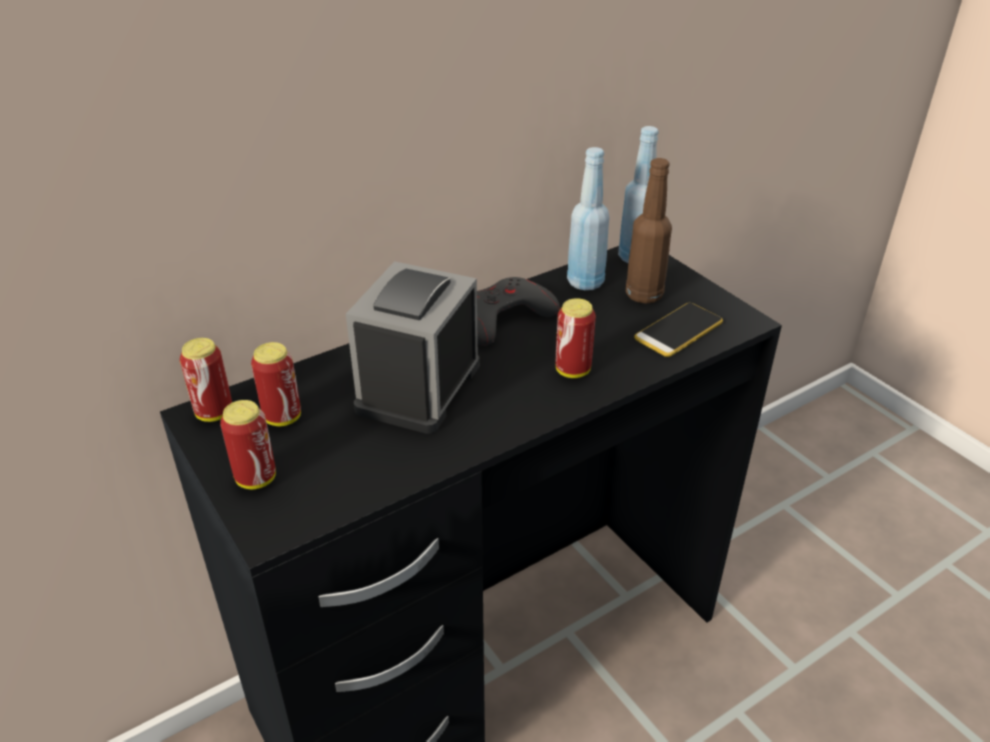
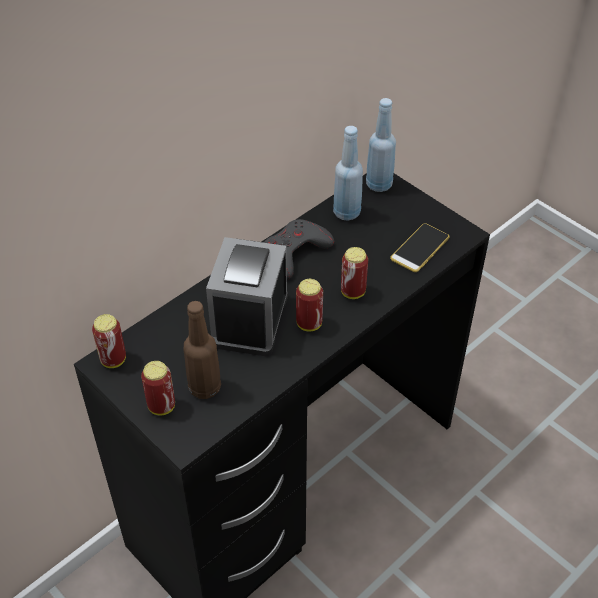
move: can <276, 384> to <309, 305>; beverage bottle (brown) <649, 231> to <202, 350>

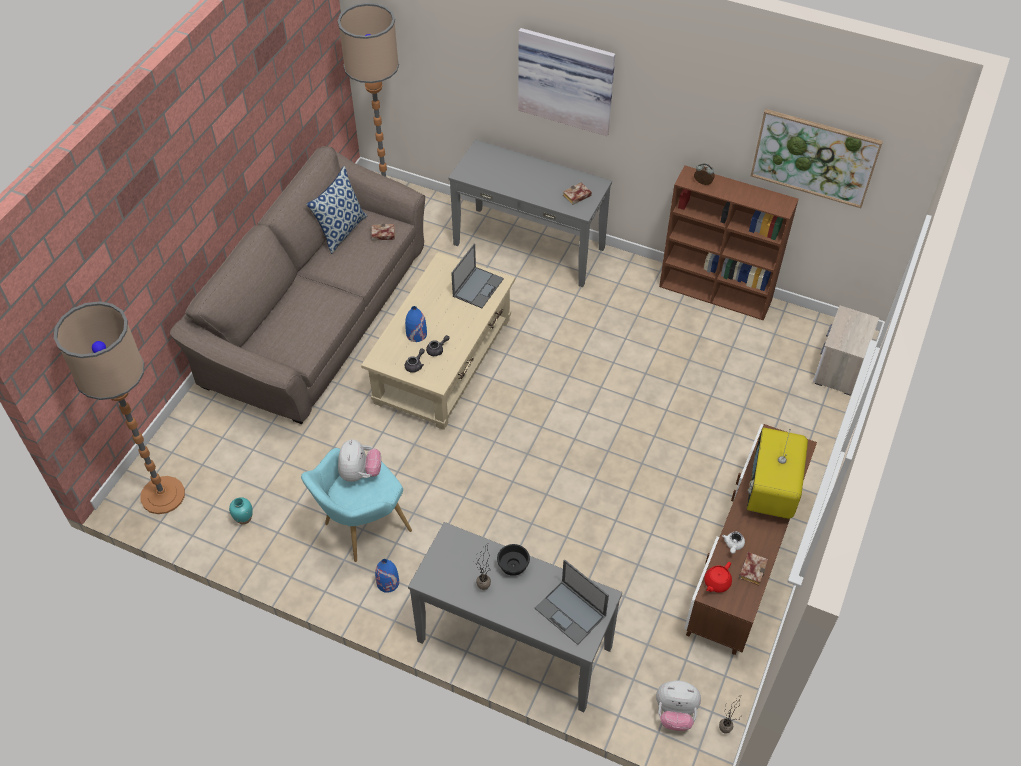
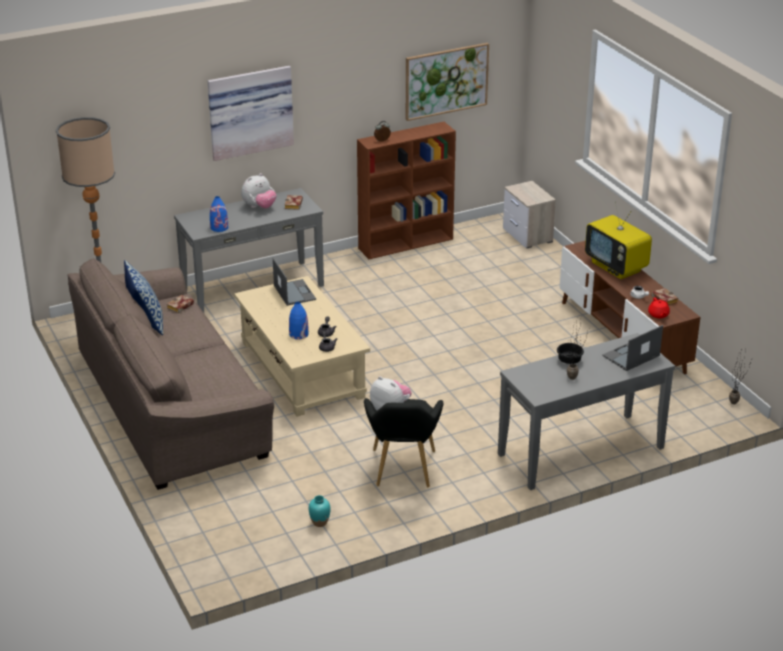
delete: standard lamp <119, 407>
move: vase (bluish) <387, 576> to <219, 214>; soft toy <678, 705> to <258, 191>
recolor: armchair (turquoise-coloured) <356, 505> to armchair (blackish) <403, 442>
rotate: portable computer <572, 602> = <632, 348> 150 degrees clockwise

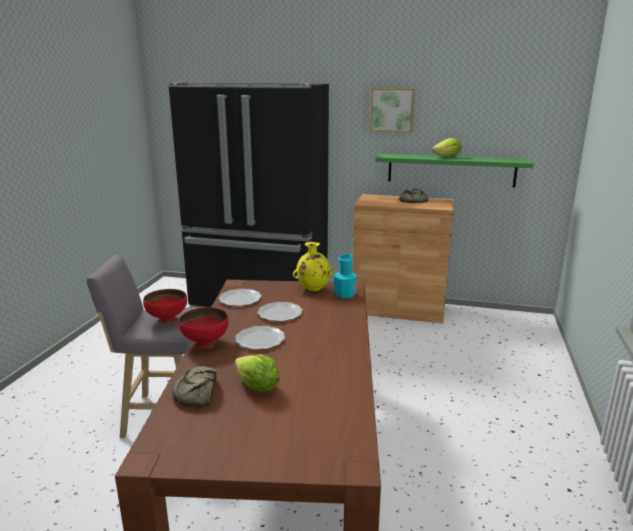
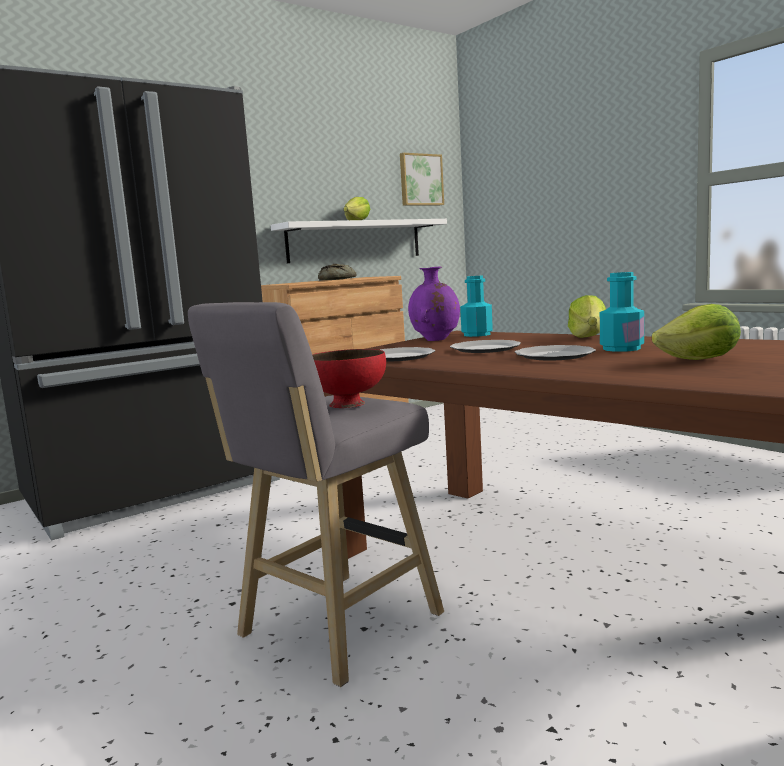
delete: bread <194, 386>; deep dish (red) <204, 328>
insert: lettuce head <587, 316>; beverage bottle (turquoise-coloured) <622, 312>
move: wall art <392, 110> to <422, 179>
recolor: vase (yellow) <313, 266> to vase (purplish) <434, 304>; wall shelf (greenish) <454, 171> to wall shelf (white) <359, 241>

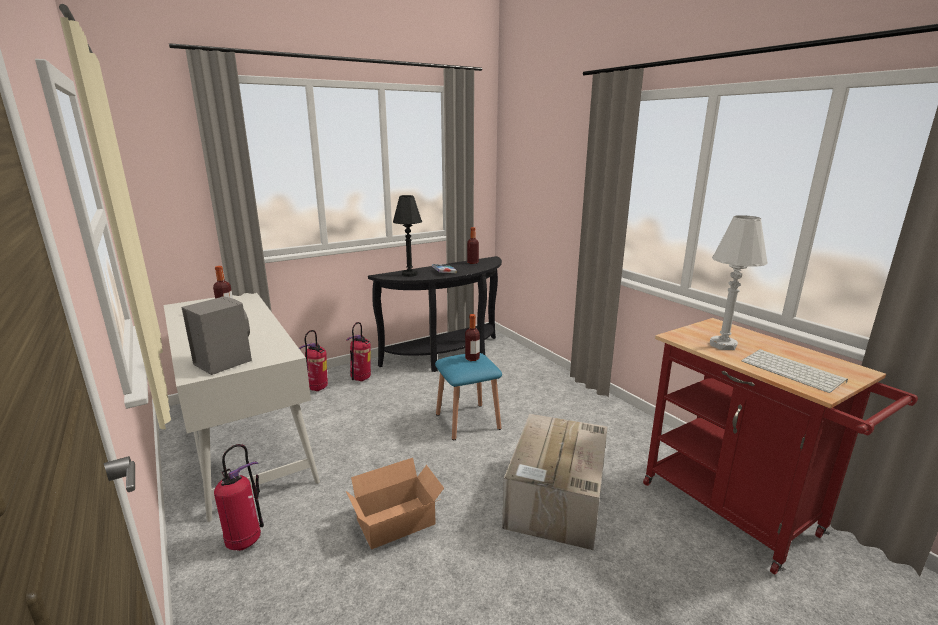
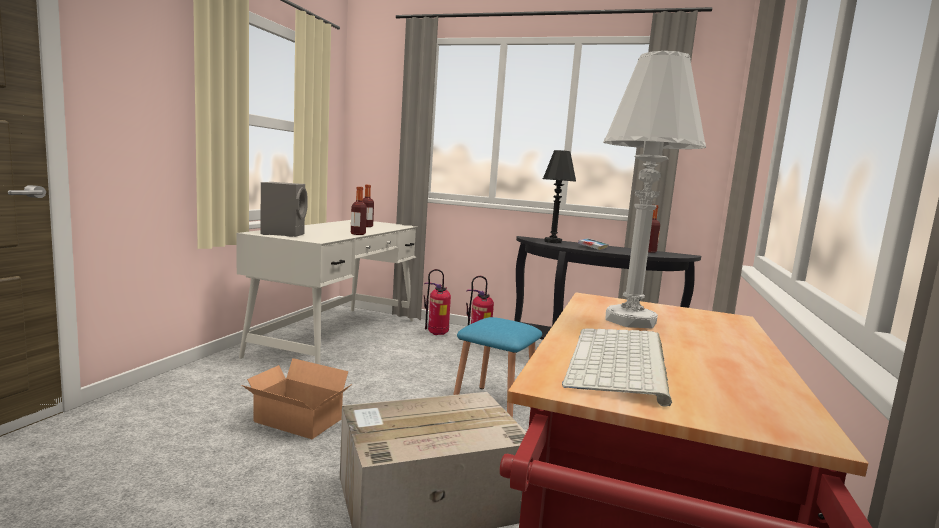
delete: fire extinguisher <239, 497>
move: beverage bottle <472, 337> to <359, 211>

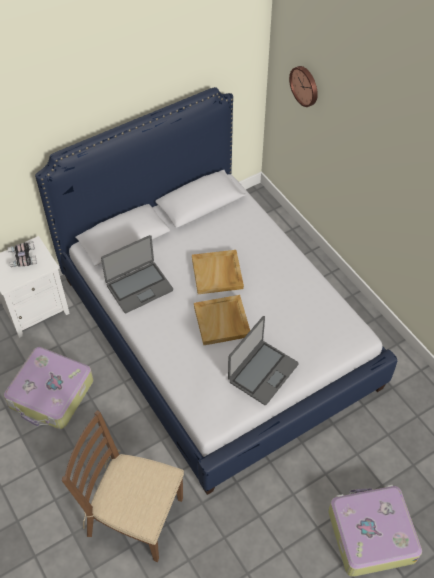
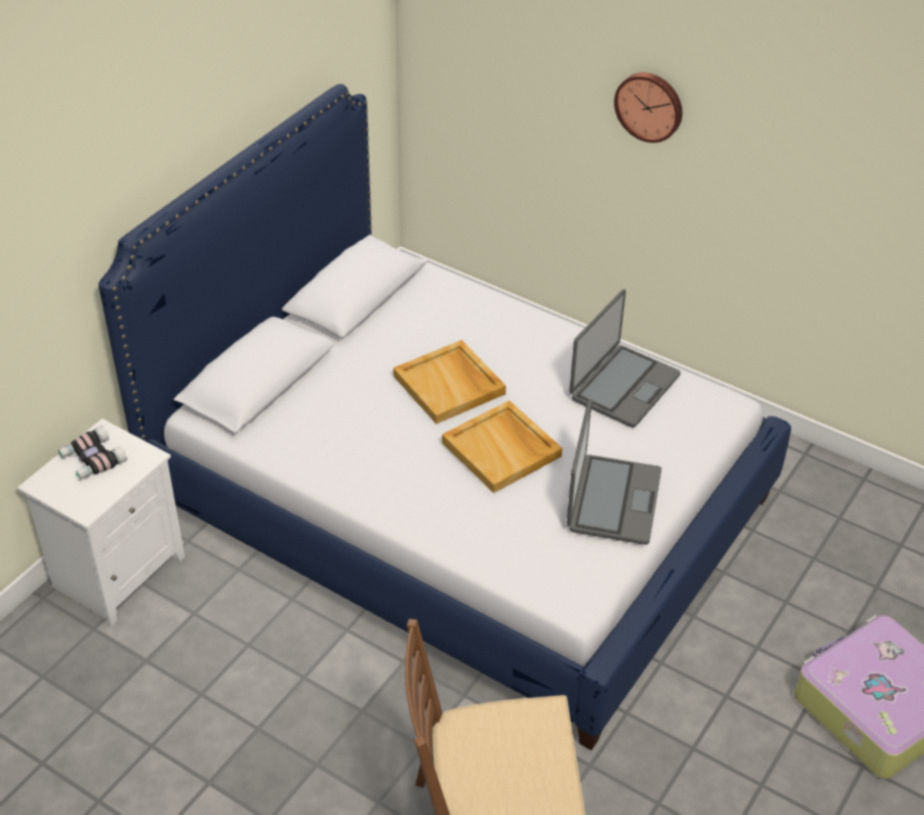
delete: piece of luggage <49, 388>
move: portable computer <137, 274> to <625, 358>; clock on the wall <303, 86> to <648, 108>

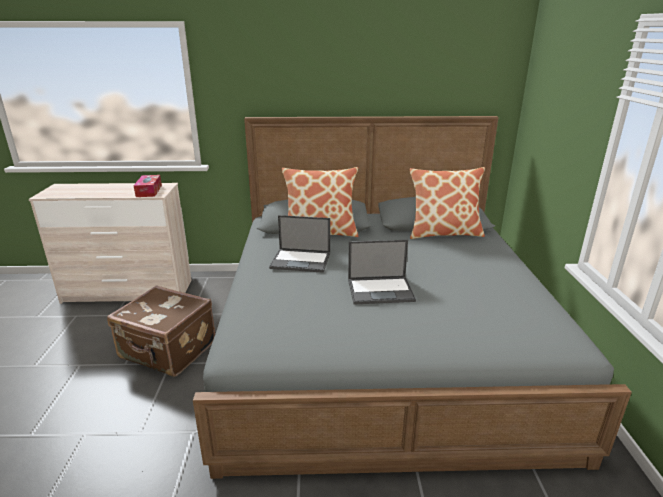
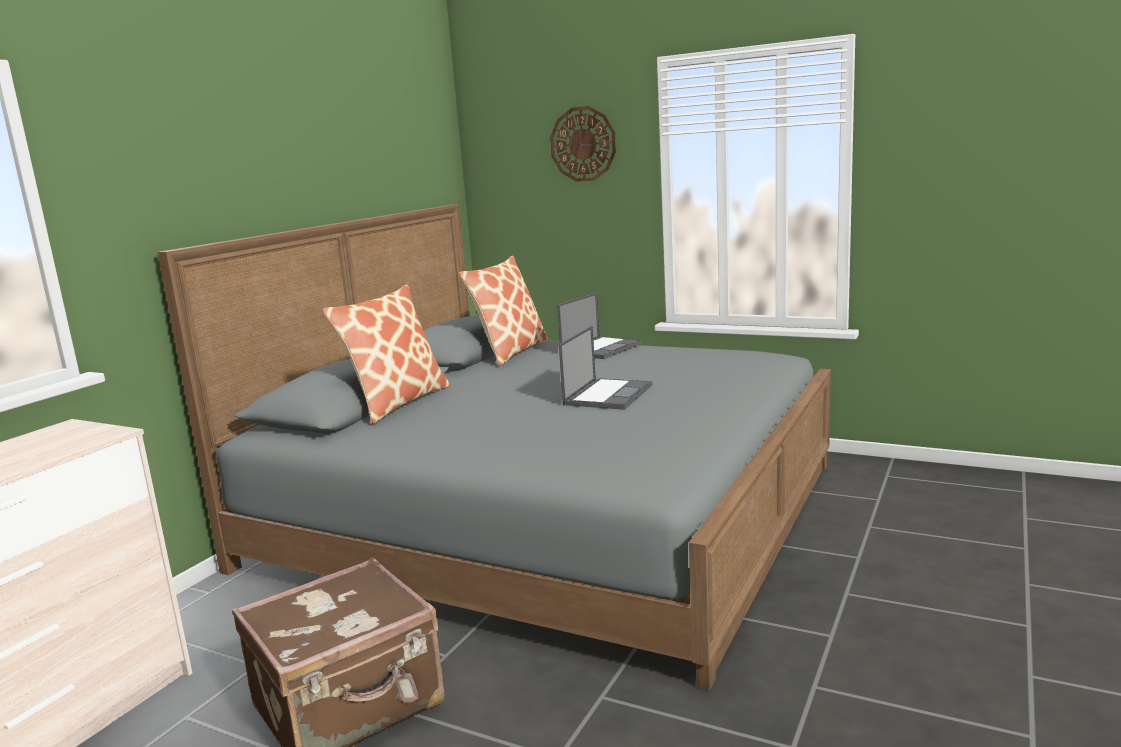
delete: tissue box <148, 186>
insert: clock on the wall <583, 144>
move: portable computer <299, 244> to <599, 326>

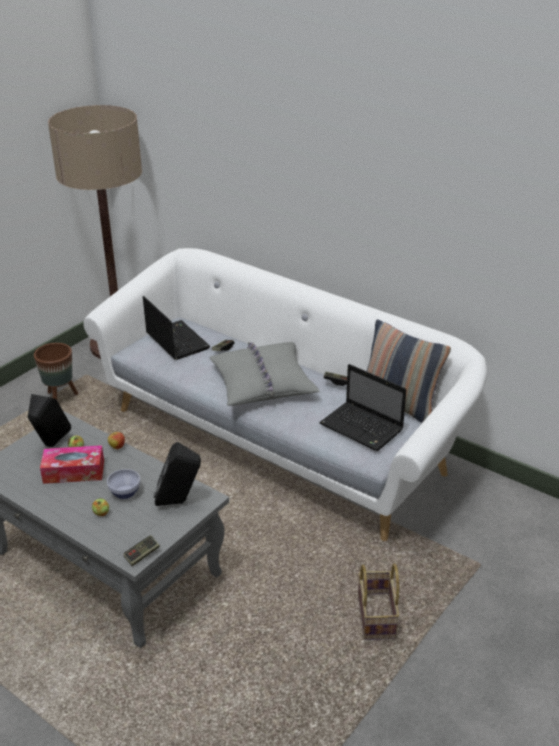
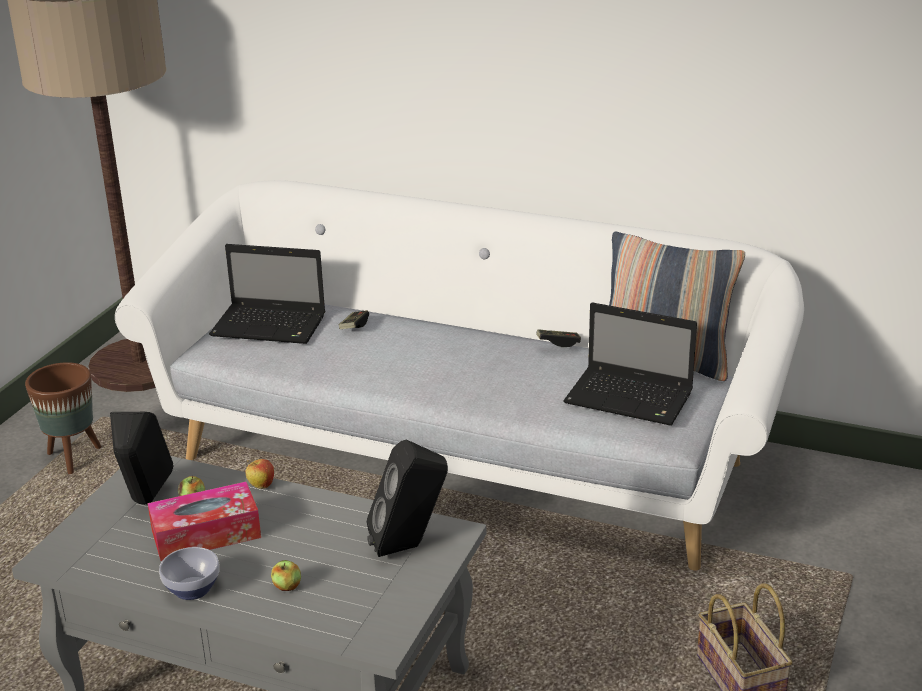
delete: joypad <141, 550>; throw pillow (grey) <264, 374>
move: deep dish <124, 484> to <189, 573>
rotate: portable computer <176, 328> = <267, 294> 150 degrees clockwise

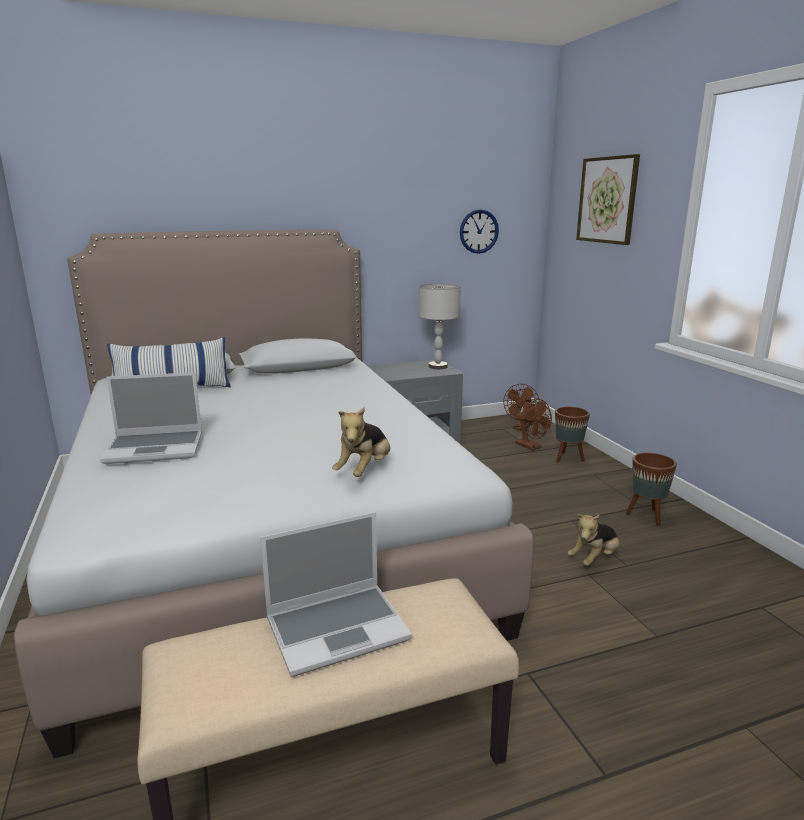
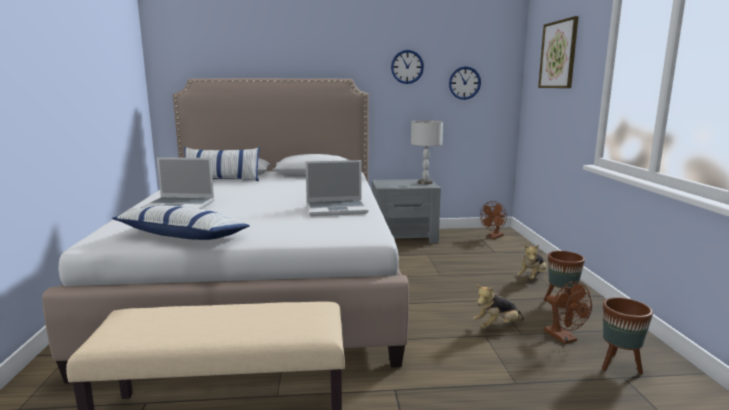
insert: throw pillow <181, 222>; clock on the wall <407, 67>
move: portable computer <336, 594> to <337, 188>; soft toy <361, 442> to <532, 262>; electric fan (brown) <534, 424> to <568, 312>; plant pot (brown) <572, 435> to <627, 335>

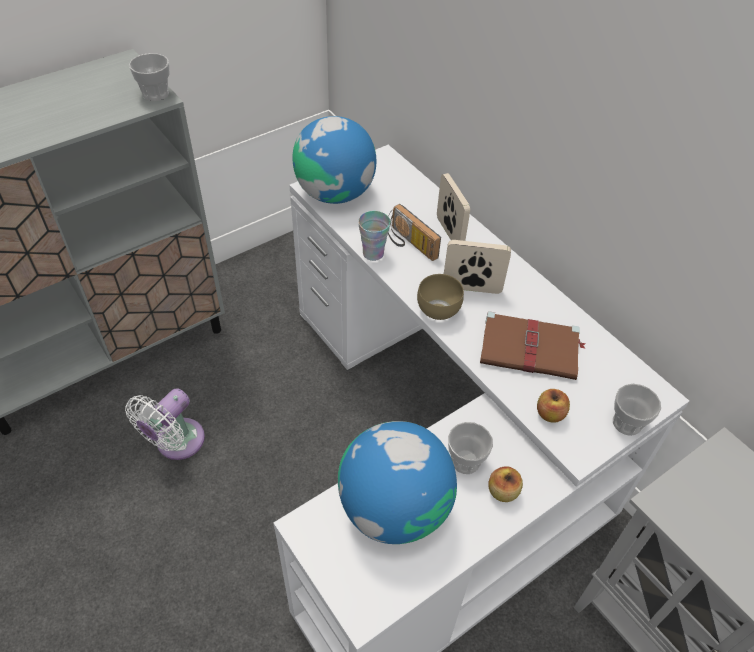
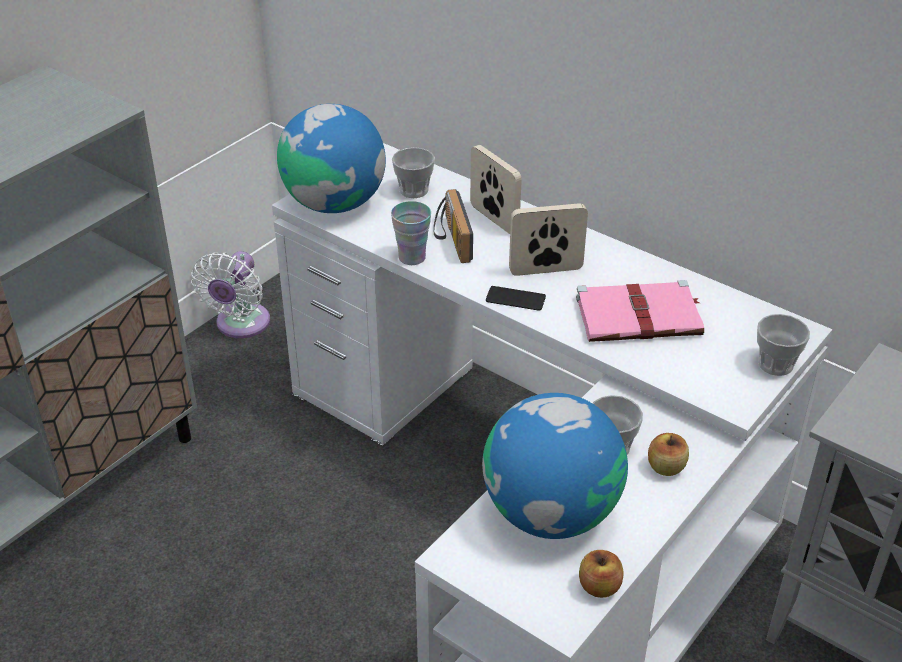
move: electric fan (white) <165, 424> to <230, 294>; drinking cup <149, 77> to <413, 172>; whole apple <553, 406> to <601, 574>
replace: deep dish (brown) <440, 297> to telephone <516, 298>
recolor: book (brown) <533, 345> to book (pinkish) <640, 311>
rotate: radio <414, 232> = <453, 226> 45 degrees clockwise

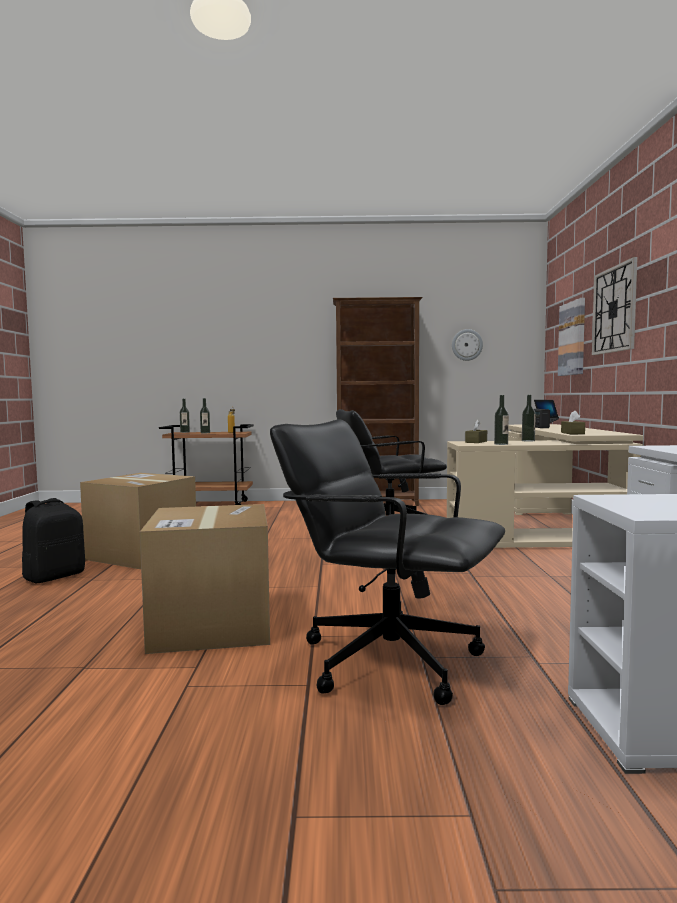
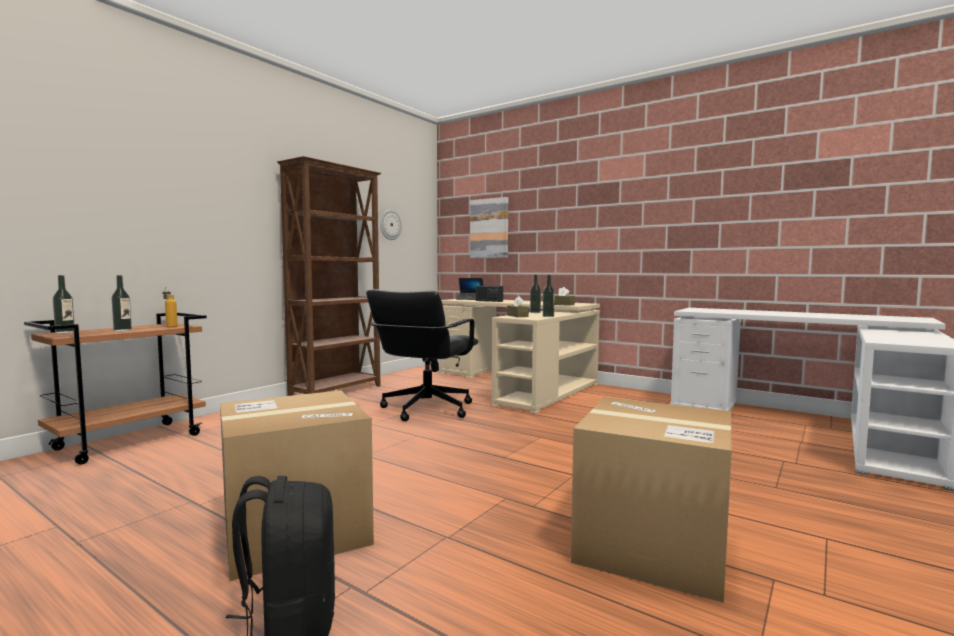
delete: desk chair (blackish) <387, 562>; clock on the wall <615, 306>

